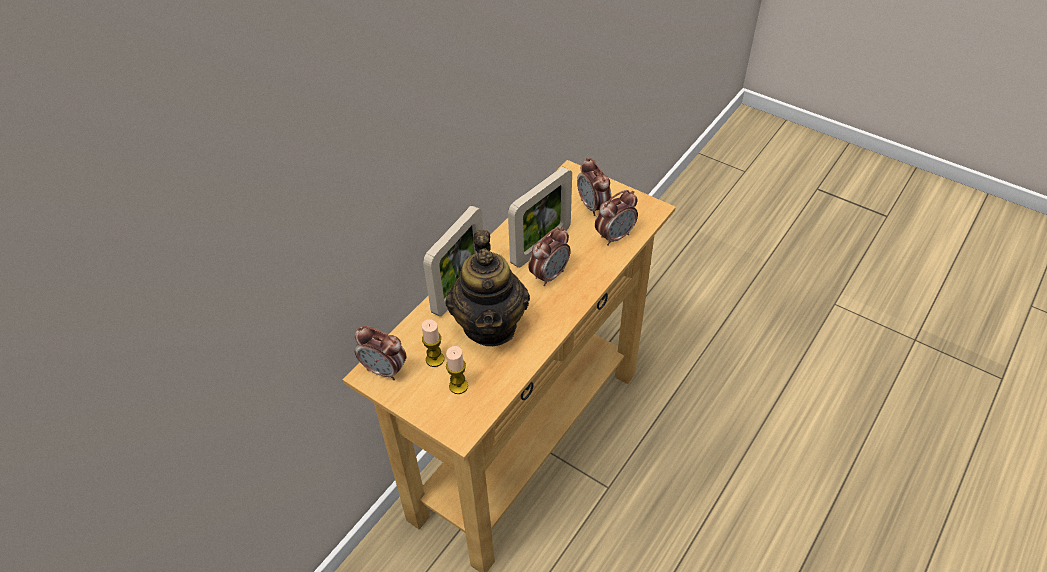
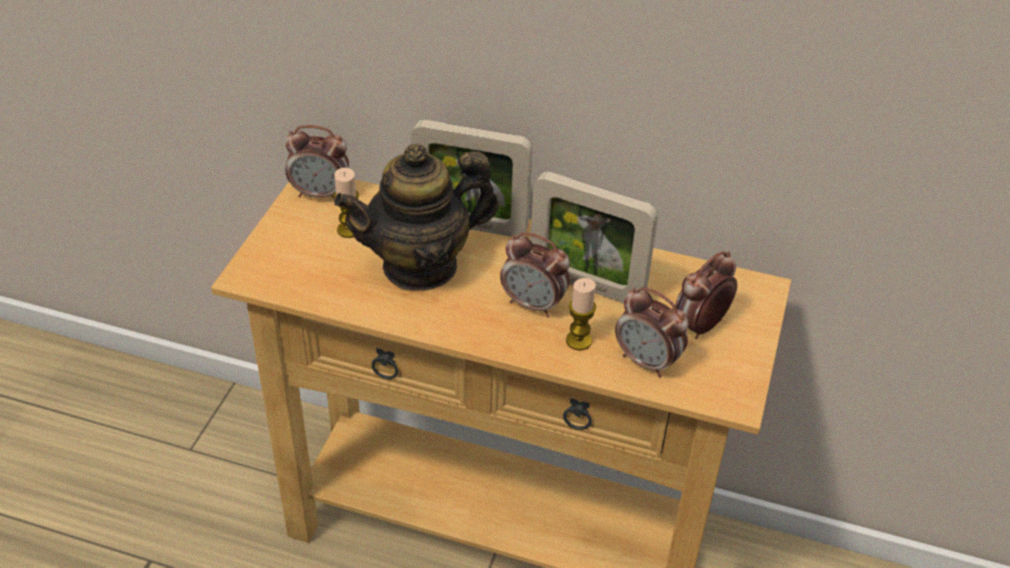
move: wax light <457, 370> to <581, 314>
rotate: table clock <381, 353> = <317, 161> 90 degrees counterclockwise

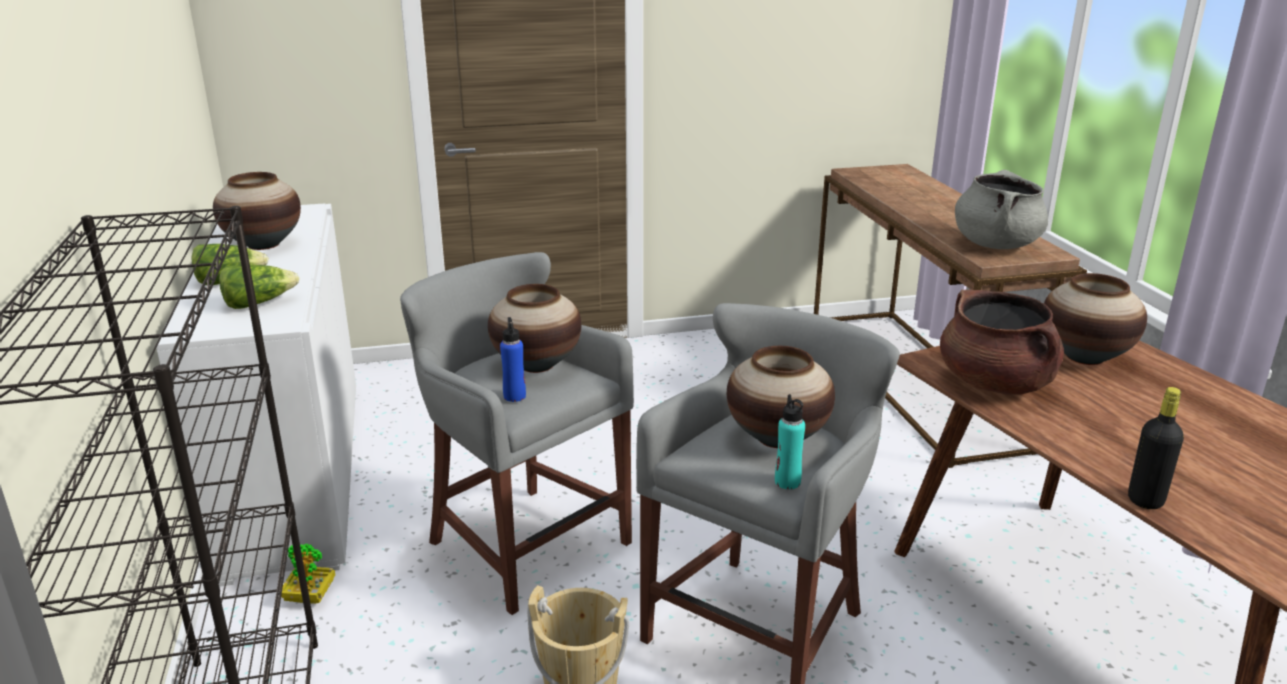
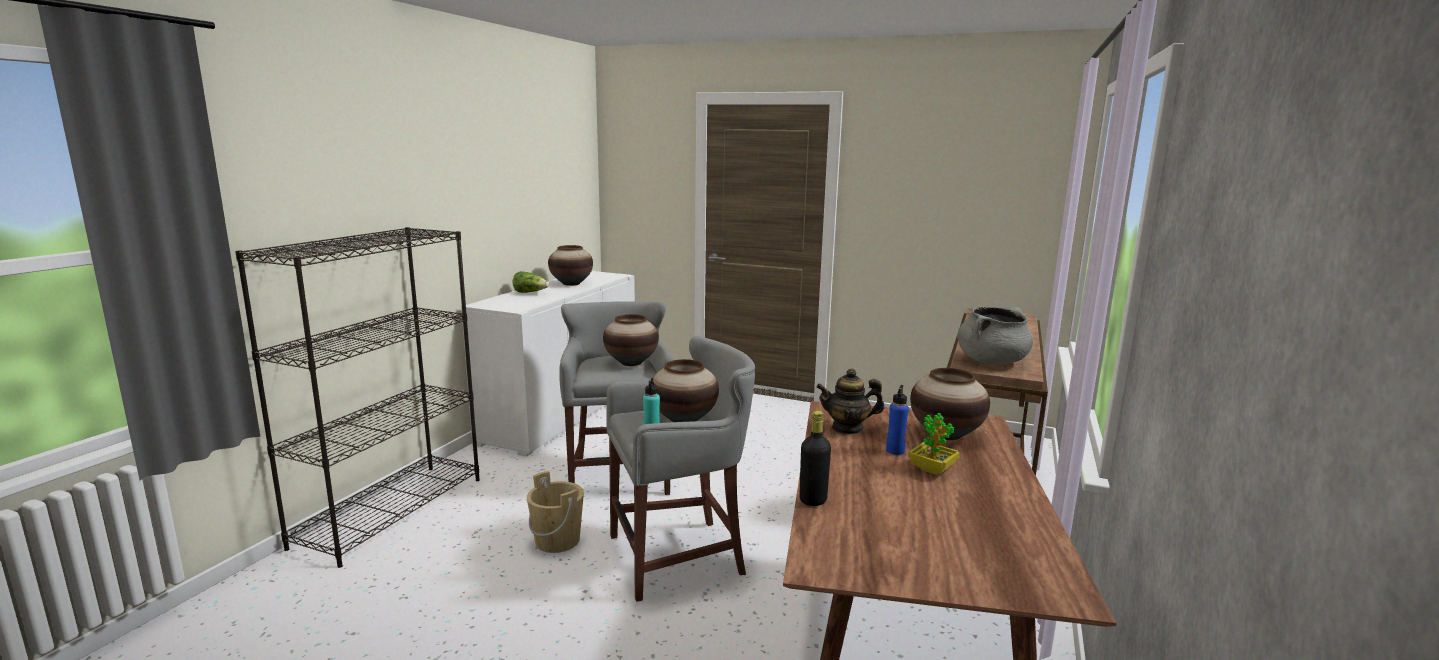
delete: lettuce head <259, 286>
move: potted plant <308, 574> to <934, 444>; beverage bottle (bluish) <513, 359> to <897, 420>
replace: saucepot (brown) <1002, 342> to pot for tea <850, 402>

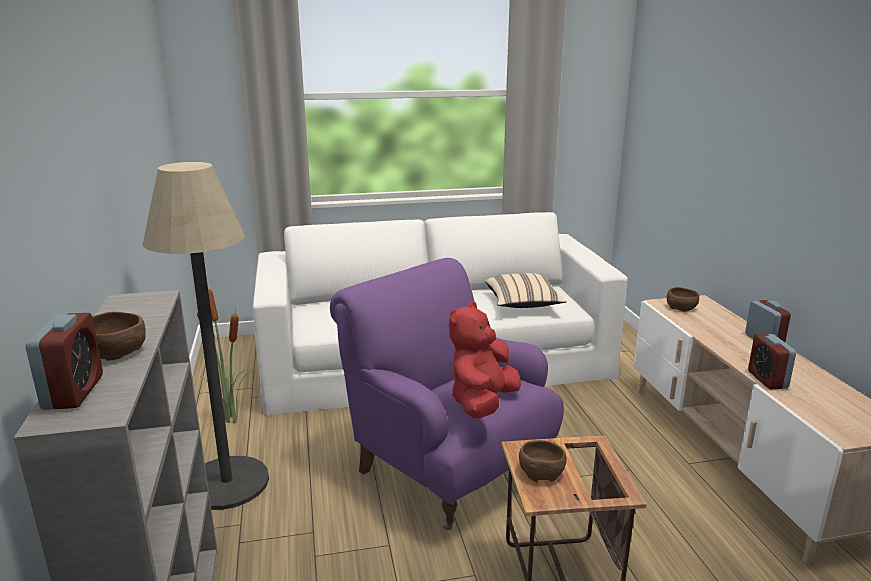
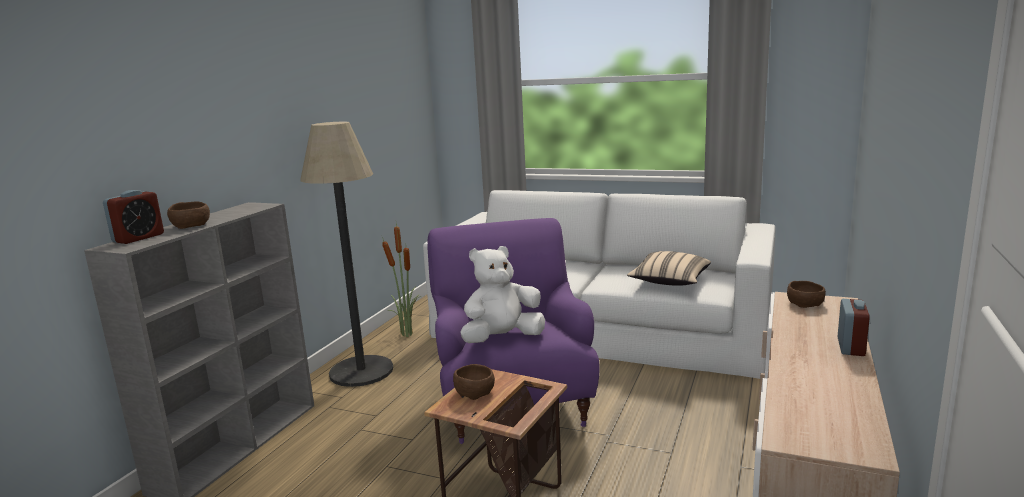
delete: table clock <772, 361>
recolor: soft toy (red) <485, 360> to soft toy (white) <502, 294>

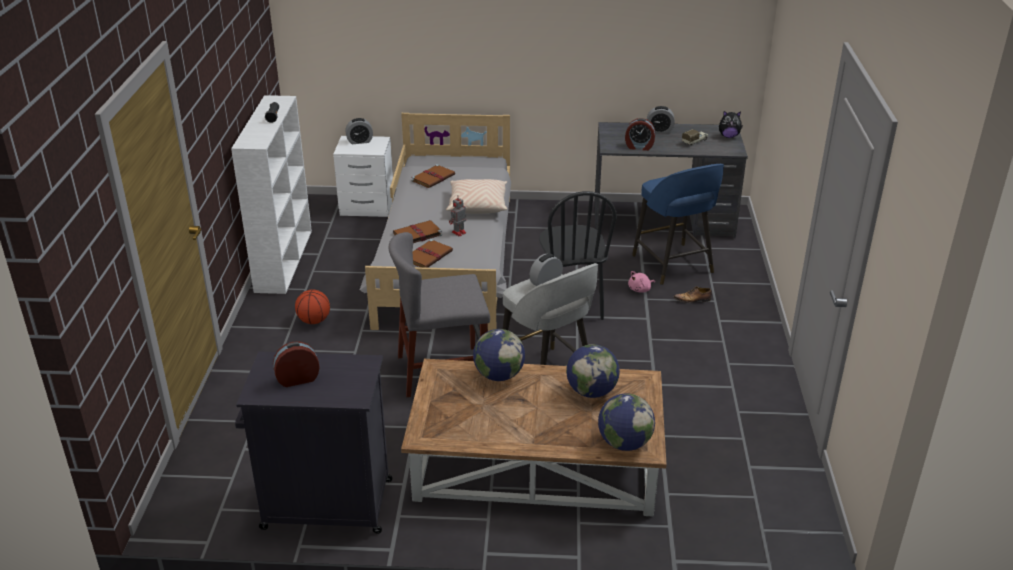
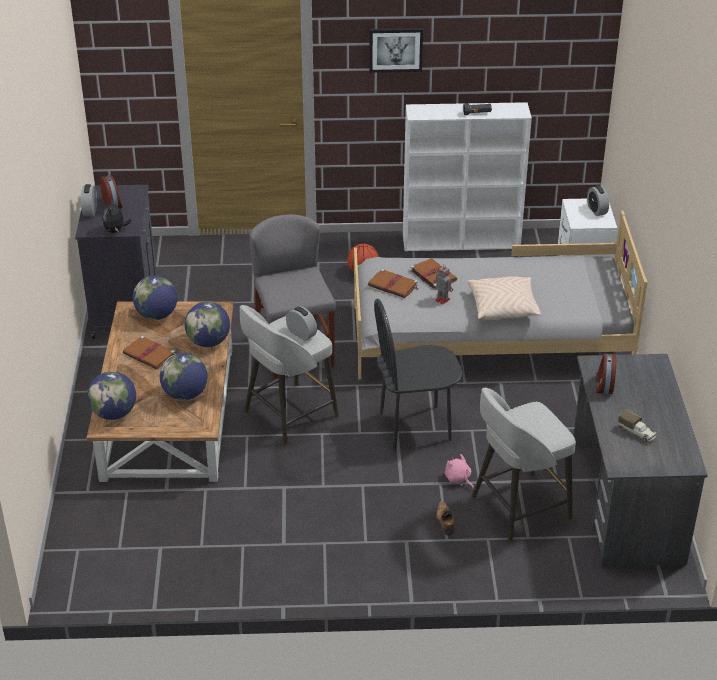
insert: globe <155, 298>; wall art <396, 50>
move: book (brown) <433, 176> to <149, 352>; table clock <661, 119> to <89, 200>; soft toy <731, 124> to <116, 216>
recolor: stool seat (bluish) <678, 224> to stool seat (grey) <524, 465>

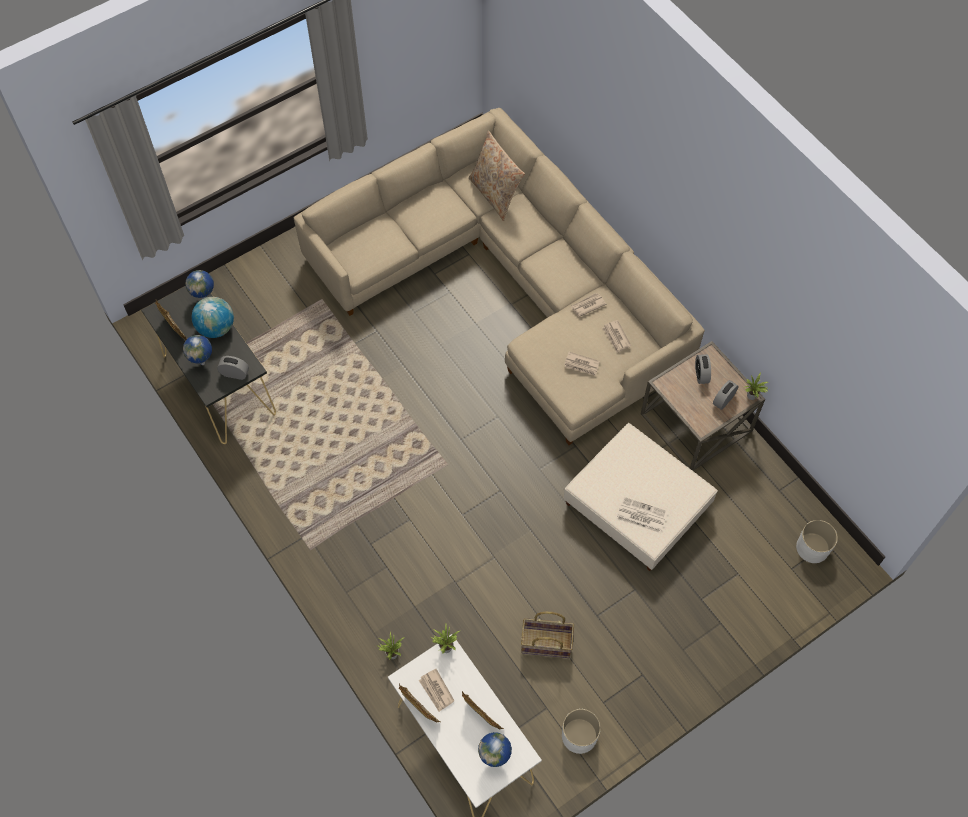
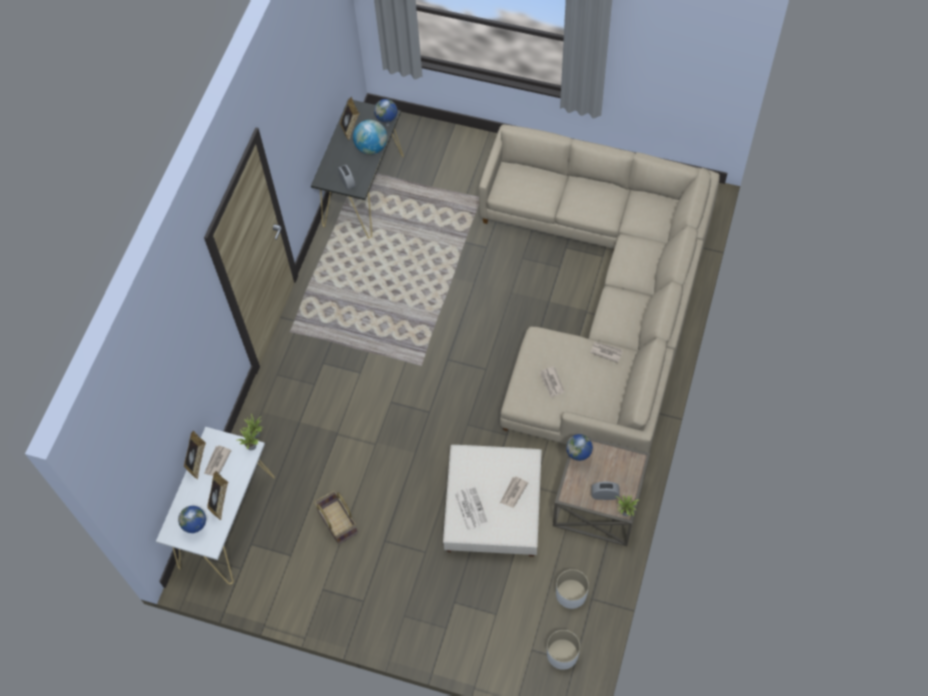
delete: throw pillow (beige) <497, 176>; table clock <703, 369>
move: globe <197, 350> to <579, 447>; plant pot (white) <581, 731> to <572, 589>; printed paper <616, 336> to <514, 492>

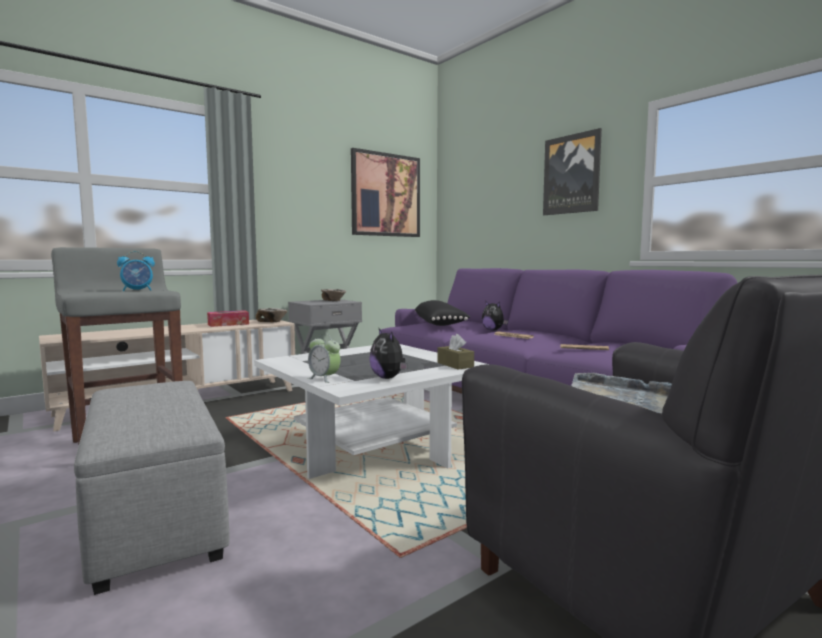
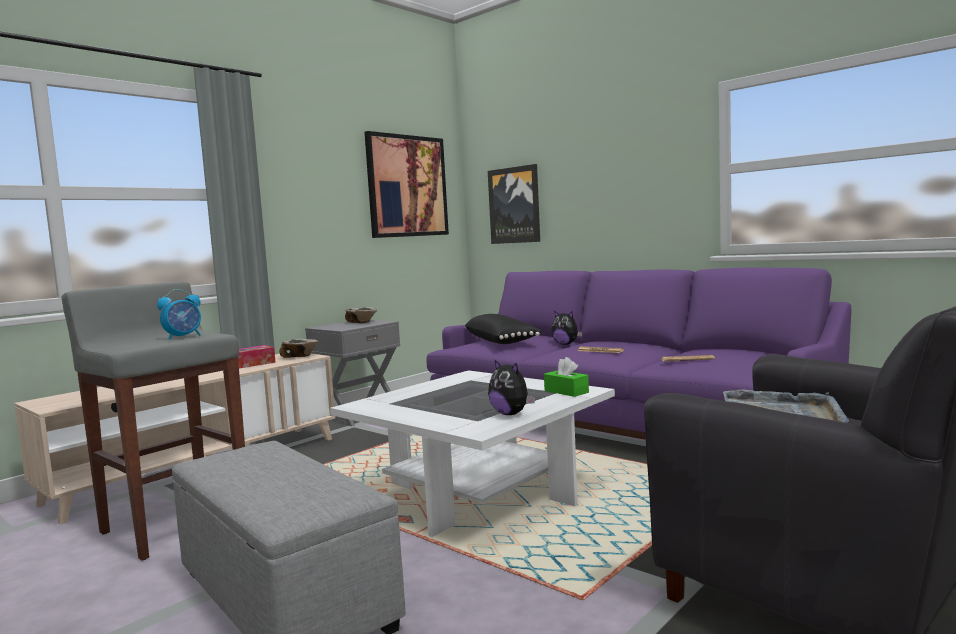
delete: table clock <324, 358>
move: wall art <572, 171> to <514, 204>
recolor: tissue box (brown) <455, 352> to tissue box (greenish) <566, 377>

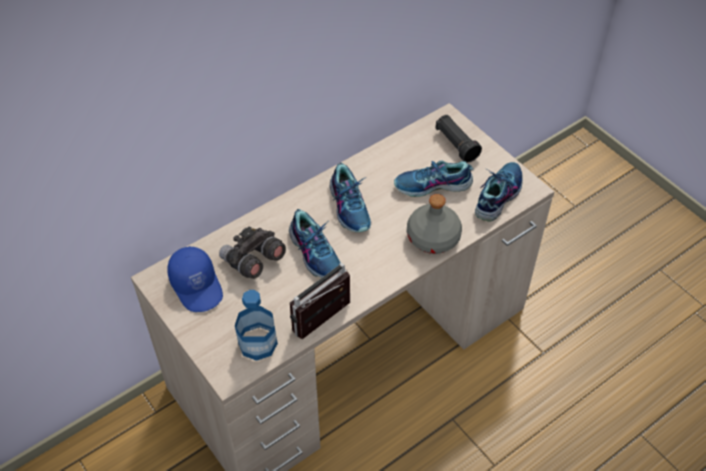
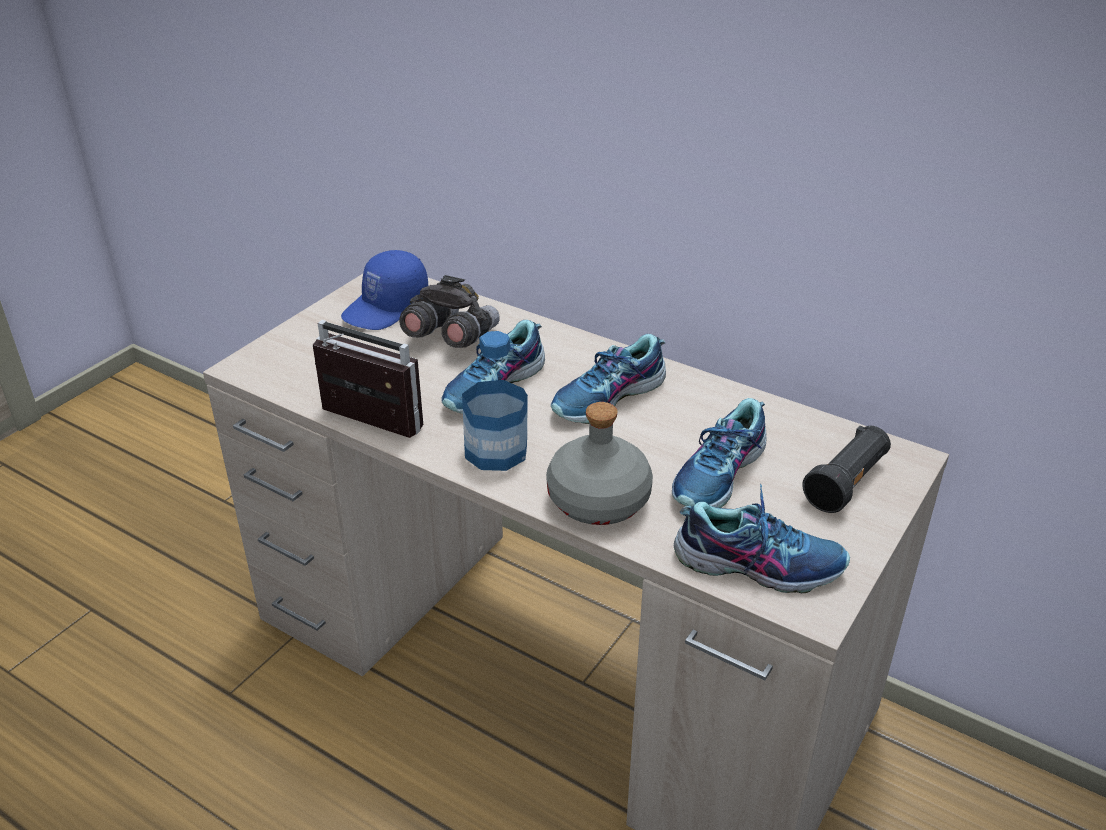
move: beverage bottle <256, 325> to <495, 401>
rotate: shoe <434, 179> = <719, 453> 120 degrees counterclockwise

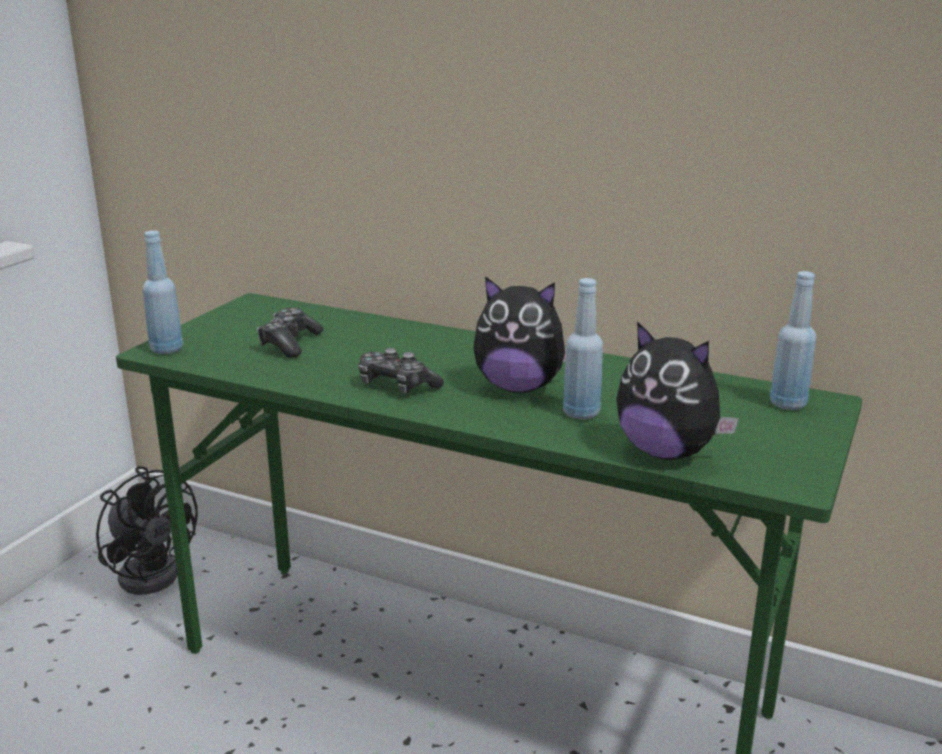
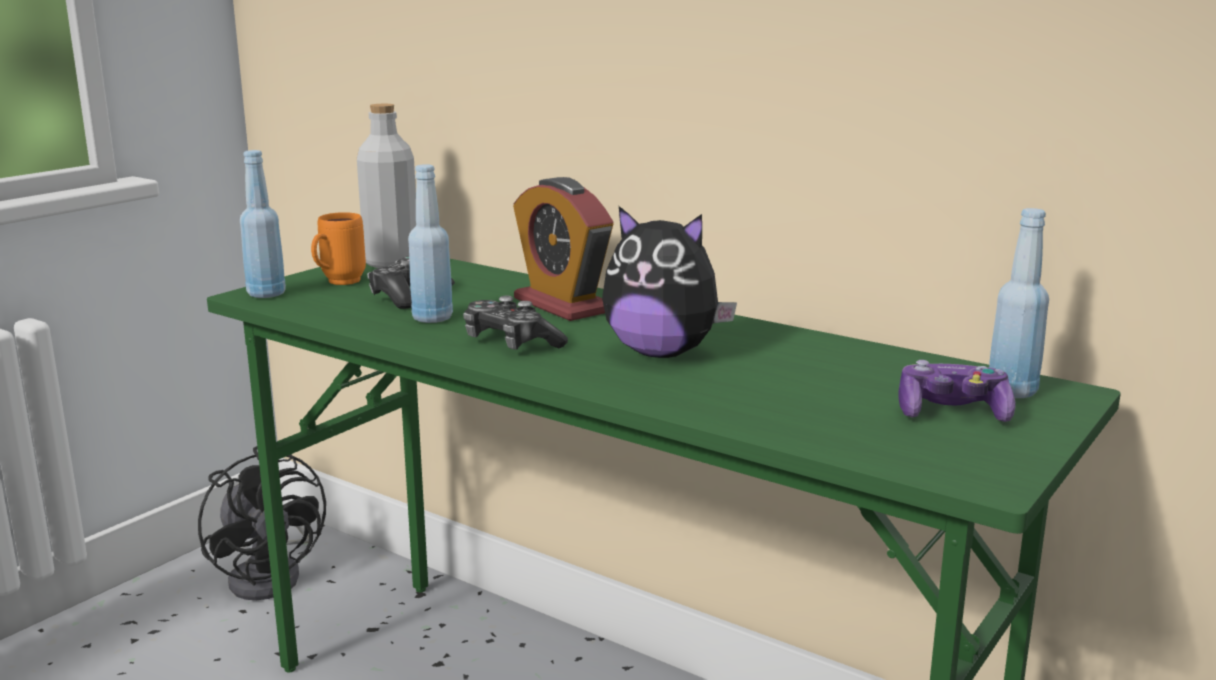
delete: soft toy <677, 391>
insert: coffee mug (orange) <338, 248>; beverage bottle (grey) <386, 186>; table clock <563, 249>; joypad <956, 391>
move: beverage bottle (bluish) <583, 349> to <430, 243>

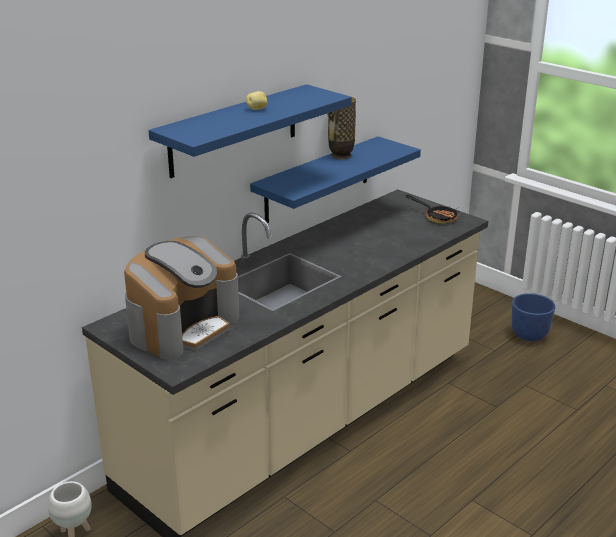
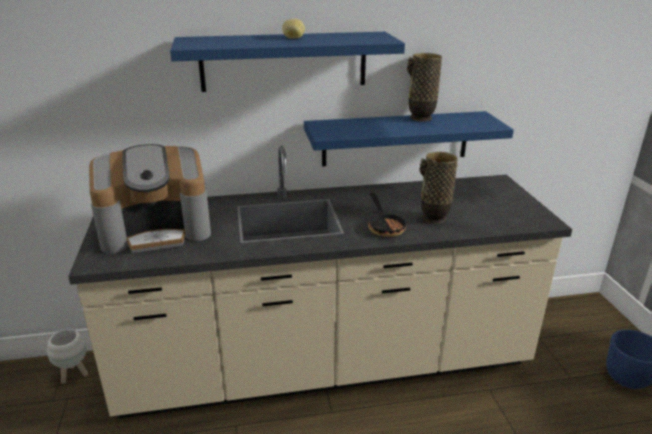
insert: vase <439, 188>
move: skillet <432, 209> to <388, 215>

